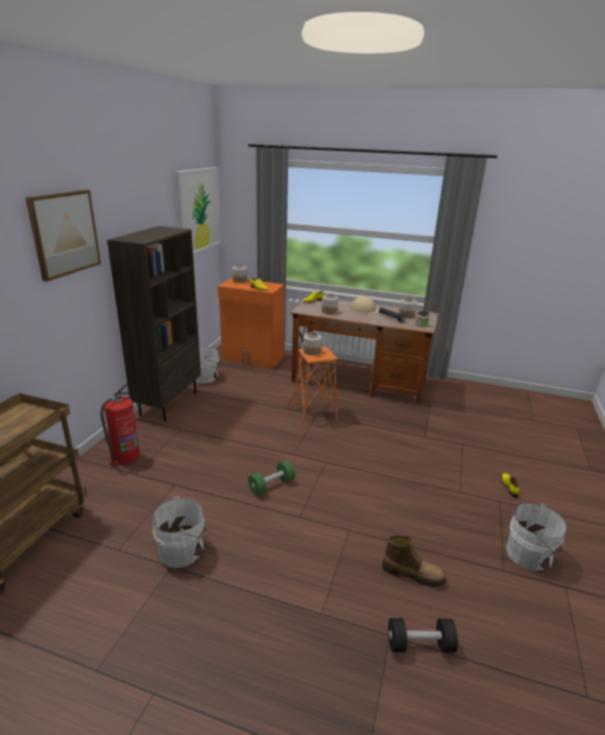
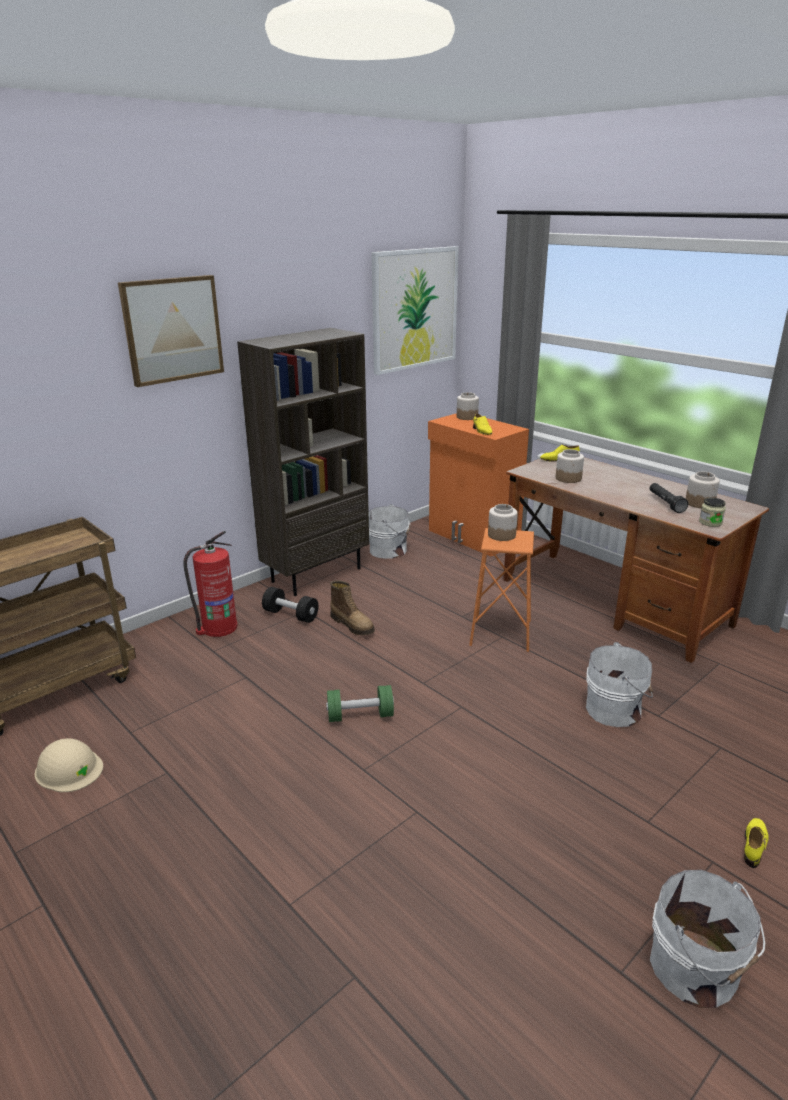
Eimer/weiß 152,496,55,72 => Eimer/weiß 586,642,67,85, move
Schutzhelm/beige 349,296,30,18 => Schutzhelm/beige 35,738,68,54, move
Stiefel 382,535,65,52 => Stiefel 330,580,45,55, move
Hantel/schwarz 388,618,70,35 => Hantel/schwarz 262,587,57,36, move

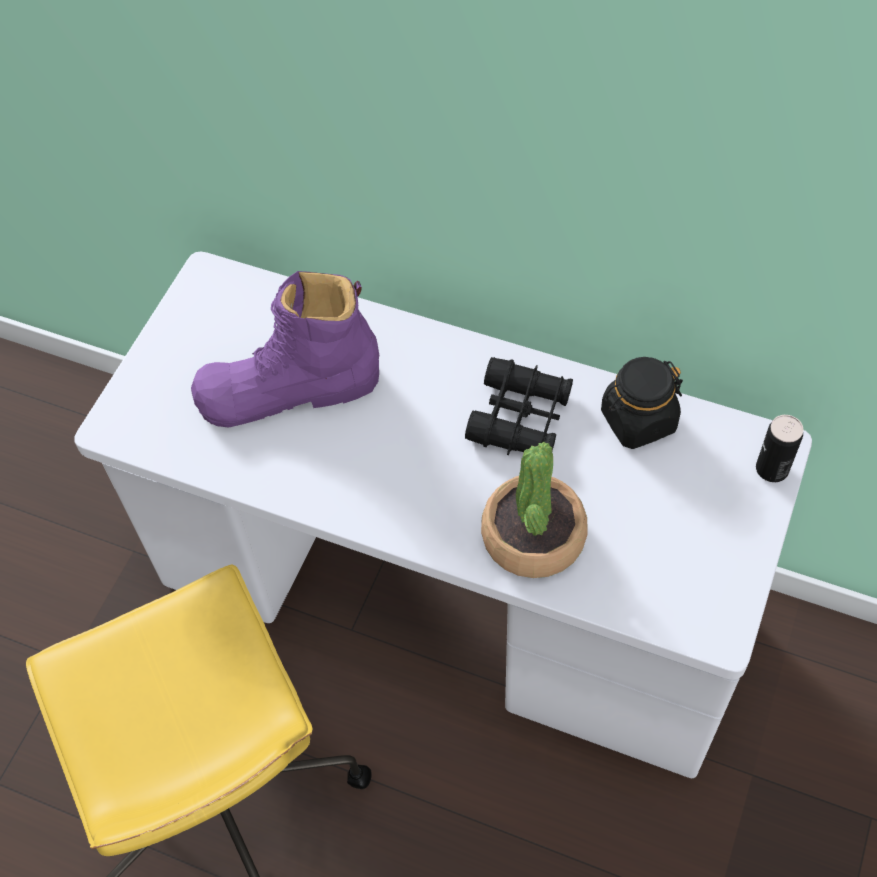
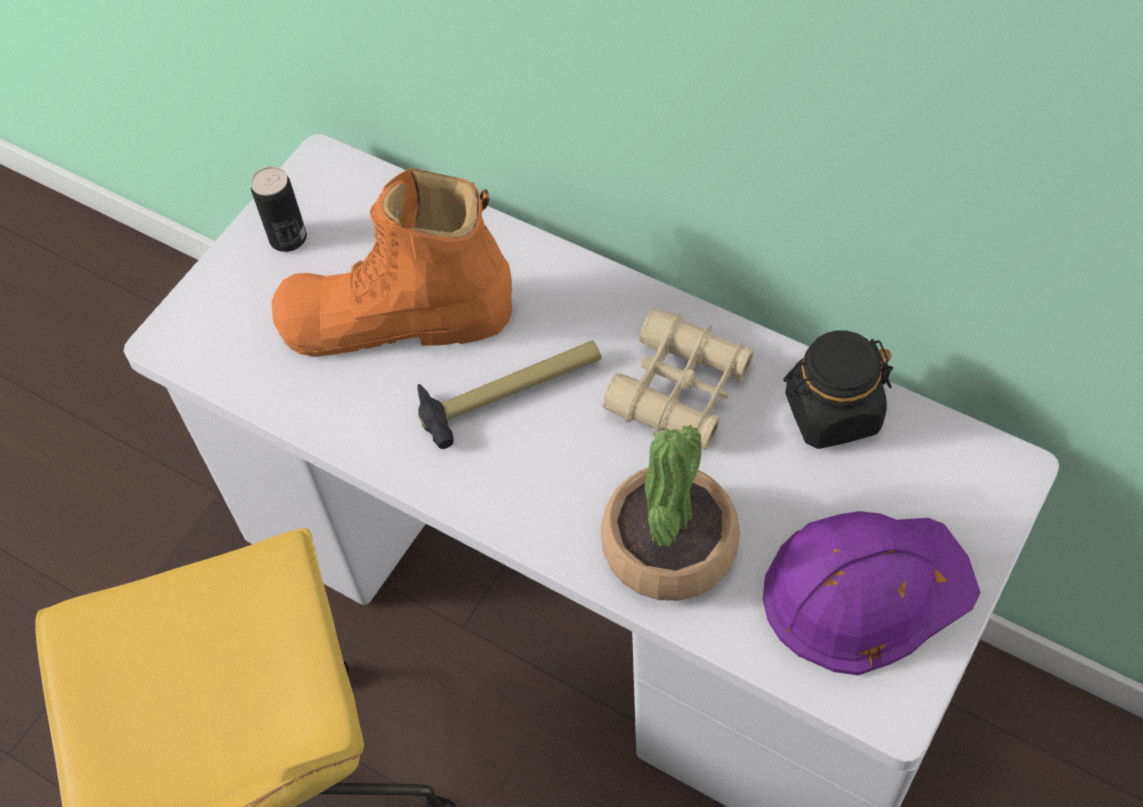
Stiefel/lila 191,271,188,156 => Stiefel/orange 272,168,240,189
Fernglas/schwarz 465,357,108,98 => Fernglas/beige 603,308,151,142
Dose 756,415,48,67 => Dose 250,166,57,86, move
nothing => Hammer 417,341,184,108
nothing => Schutzhelm/lila 763,511,218,164

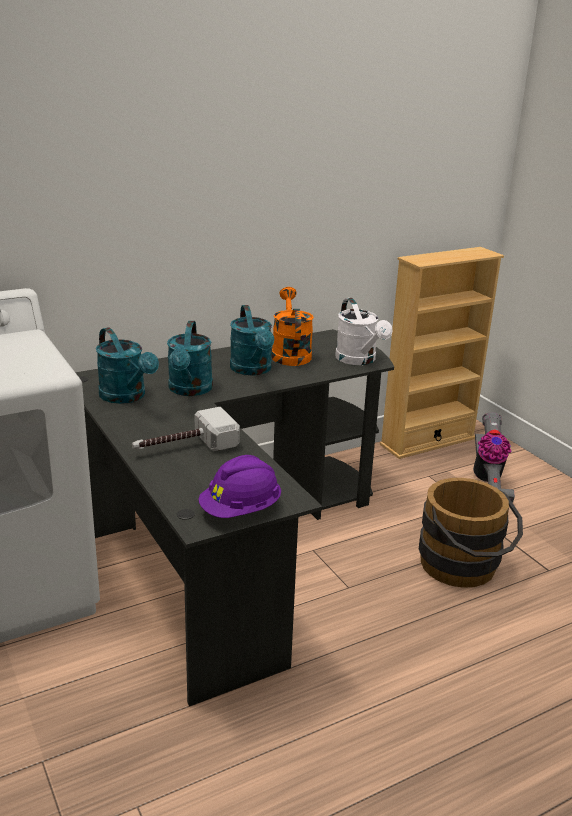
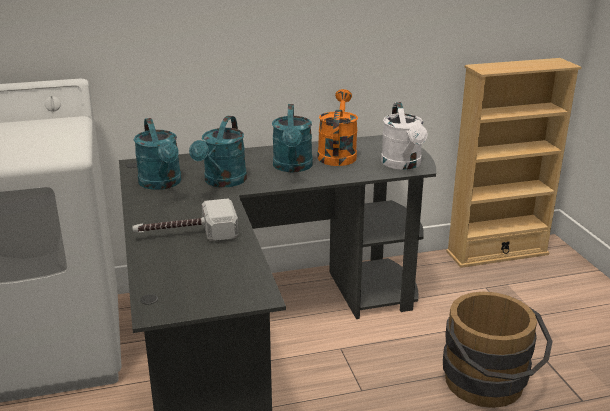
Schutzhelm/lila 198,455,83,63 => nothing
Staubsauger 473,412,42,91 => nothing

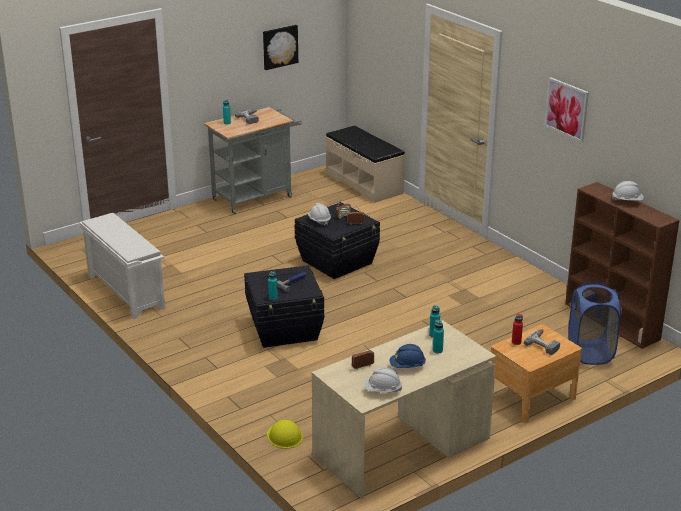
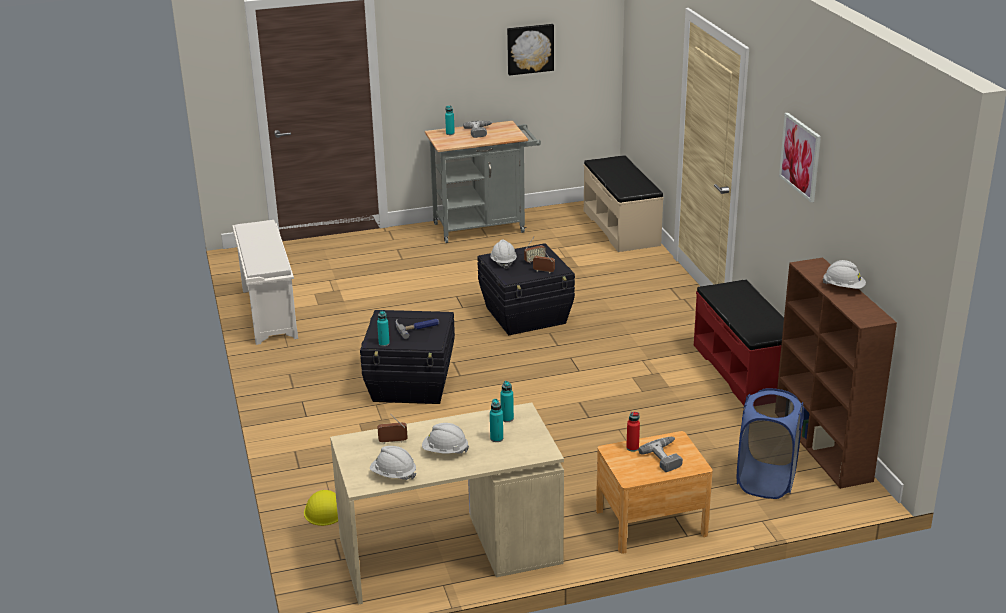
Schutzhelm/blau 390,344,36,24 => Schutzhelm/weiß 422,423,47,31
nothing => Bank/rot 694,280,90,127

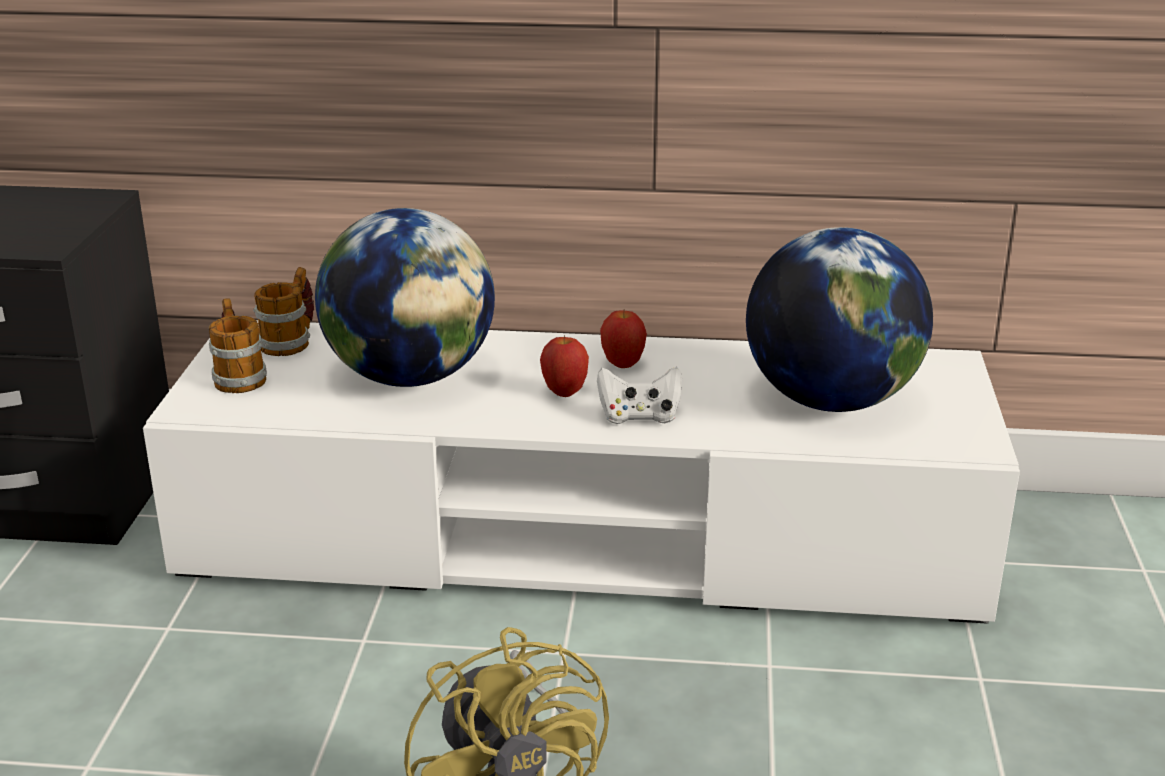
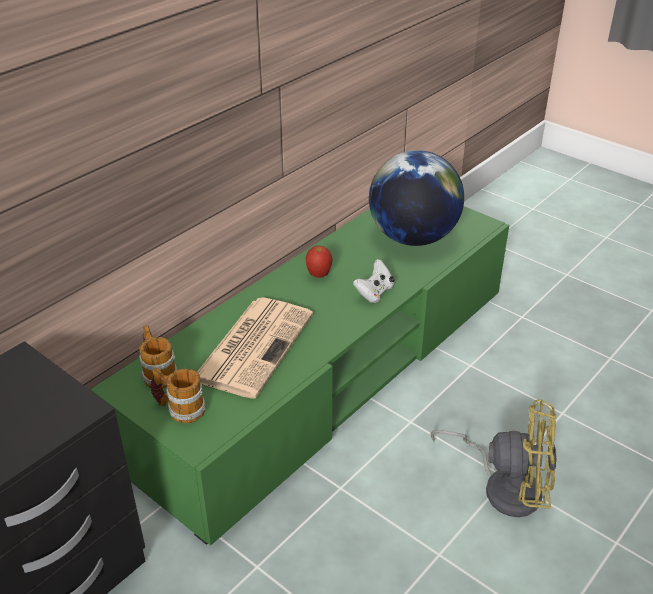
Fernsehschrank/weiß 143,320,877,304 => Fernsehschrank/grün 90,206,419,339
Globus 315,208,180,179 => Zeitung 197,297,116,102
Apfel 540,335,49,62 => nothing

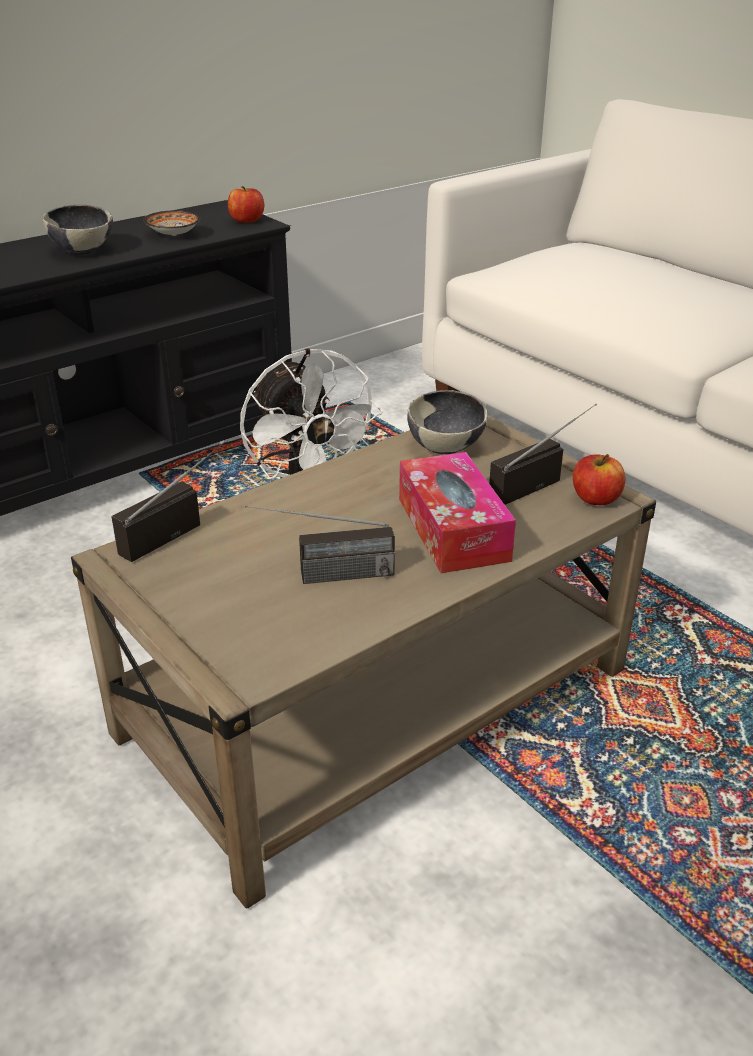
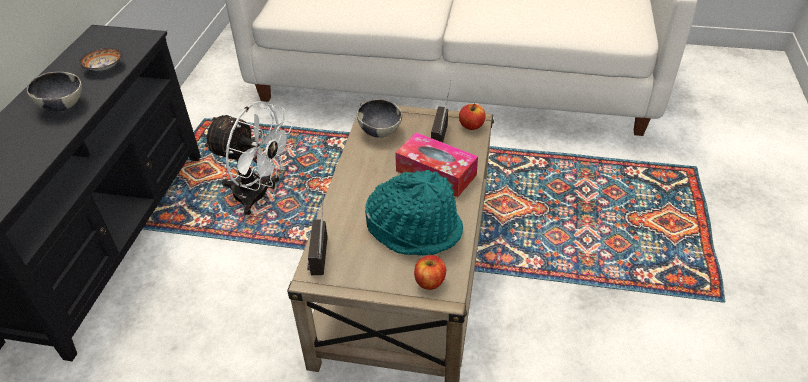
Apfel 228,186,36,37 => Apfel 414,255,32,35, move
Radio 245,505,150,79 => Hut/türkis 365,170,98,86

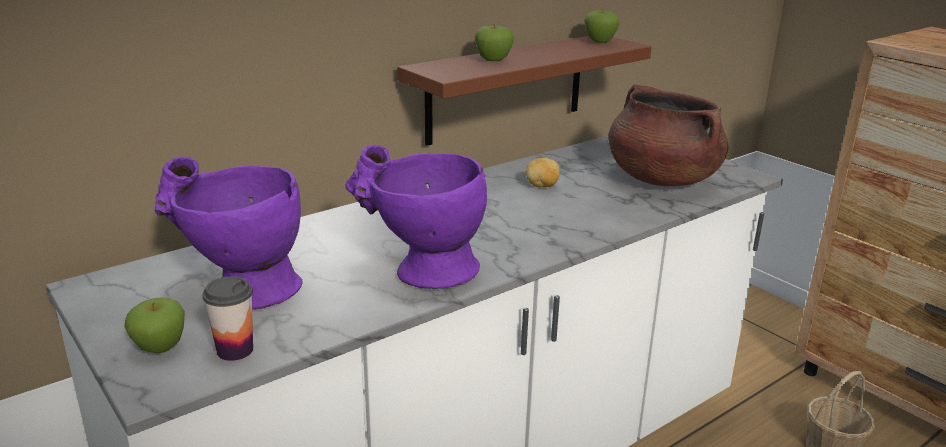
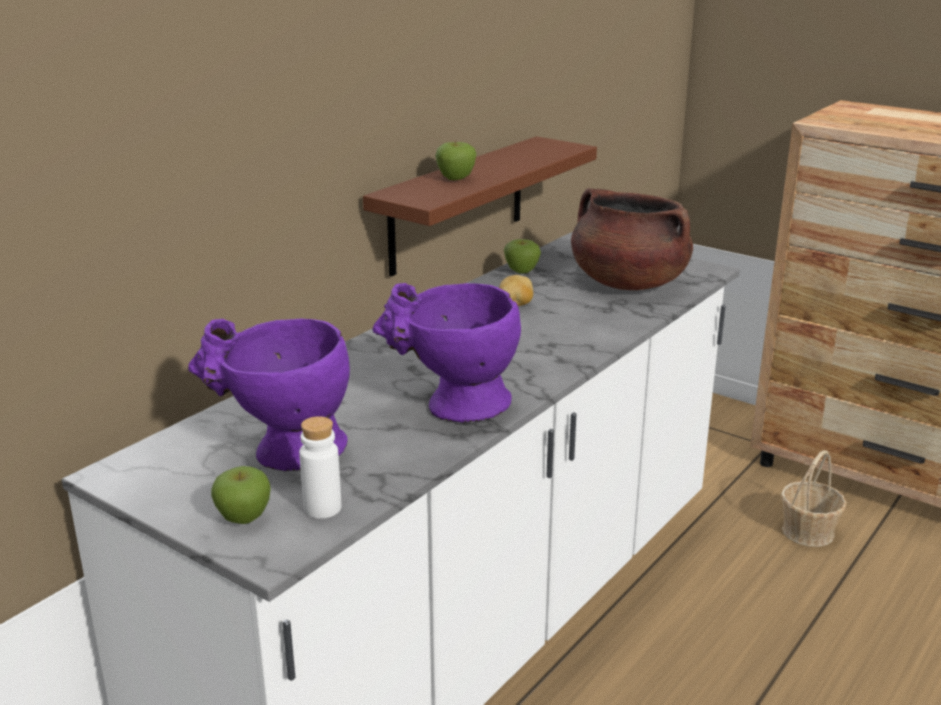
Tasse 202,276,51,85 => Flasche/weiß 299,416,42,103
Apfel 584,9,36,34 => Apfel 504,239,37,35, move

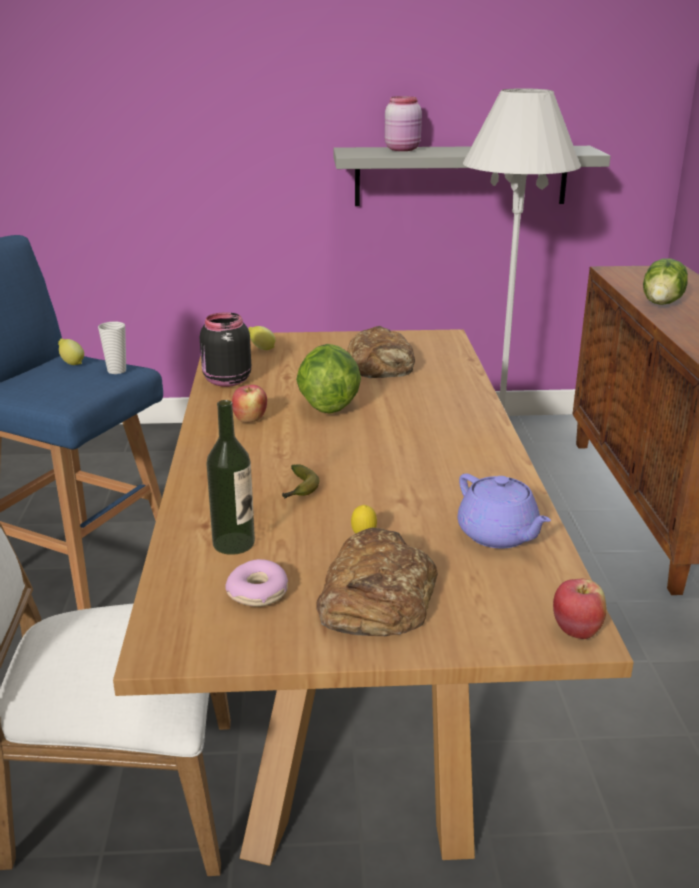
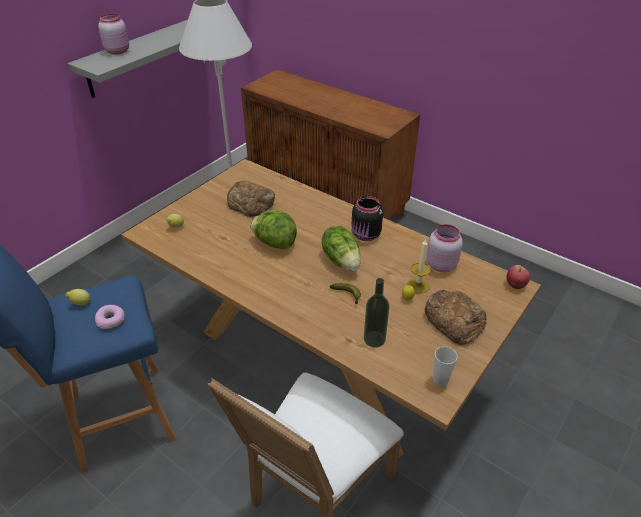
Tasse 98,322,28,52 => Tasse 433,346,25,41, move
Vorratsglas/schwarz 200,312,51,75 => Vorratsglas/schwarz 351,196,32,45, move
Donut 225,559,63,48 => Donut 95,305,30,24, move
Apfel 232,385,35,38 => nothing
Teekanne/lila 458,474,93,74 => Vorratsglas/rosa 427,224,36,48
Salatkopf 643,258,45,47 => Salatkopf 322,226,39,45, move
nothing => Kerze 407,238,24,55

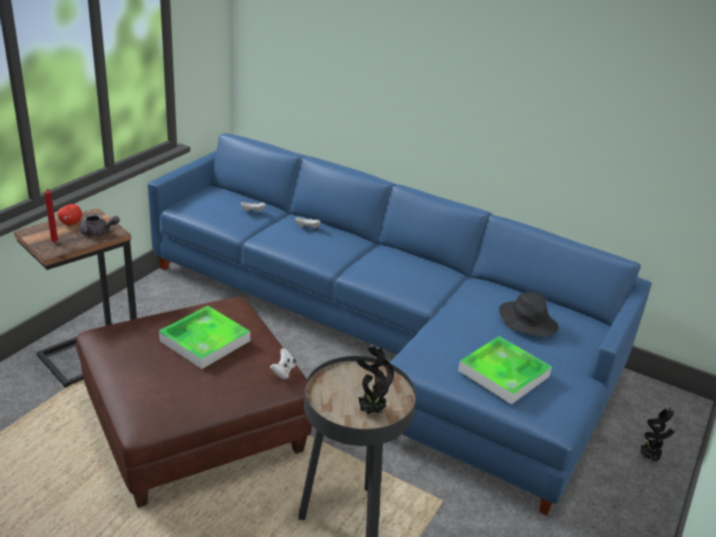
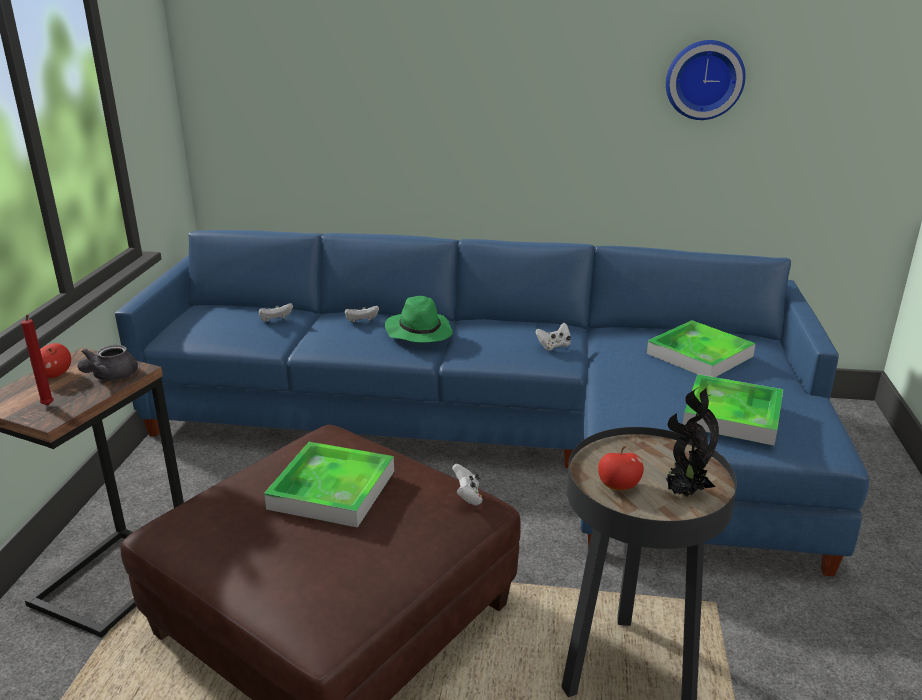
Teekanne/grau 80,213,40,23 => Teekanne/grau 78,345,60,36, 120 degrees clockwise
Hut/schwarz 499,292,59,44 => Tablett 647,320,109,57
Topfpflanze 640,407,35,55 => nothing
nothing => Hut/grün 385,296,68,46
nothing => Gamepad/weiß 535,323,36,27
nothing => Apfel 598,446,46,44
nothing => Wanduhr 666,40,80,80

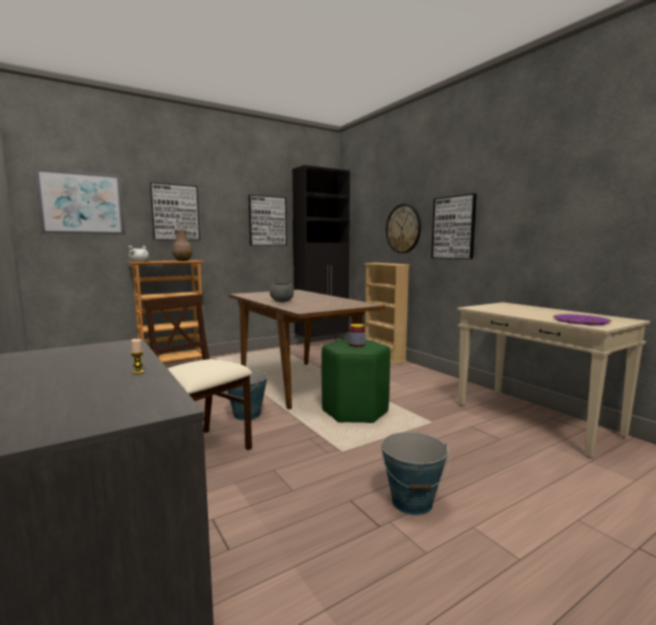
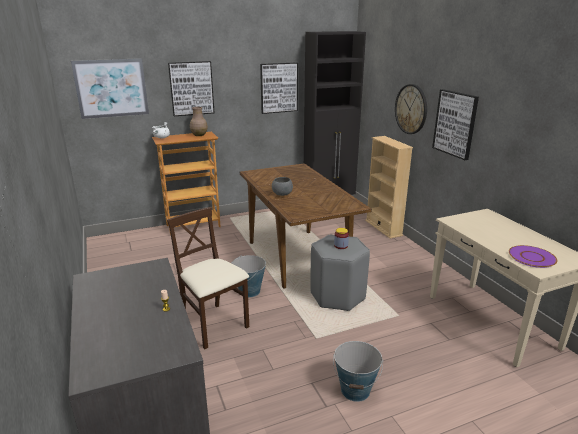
Hocker/grün 321,340,70,83 => Hocker/grau 310,235,60,76

